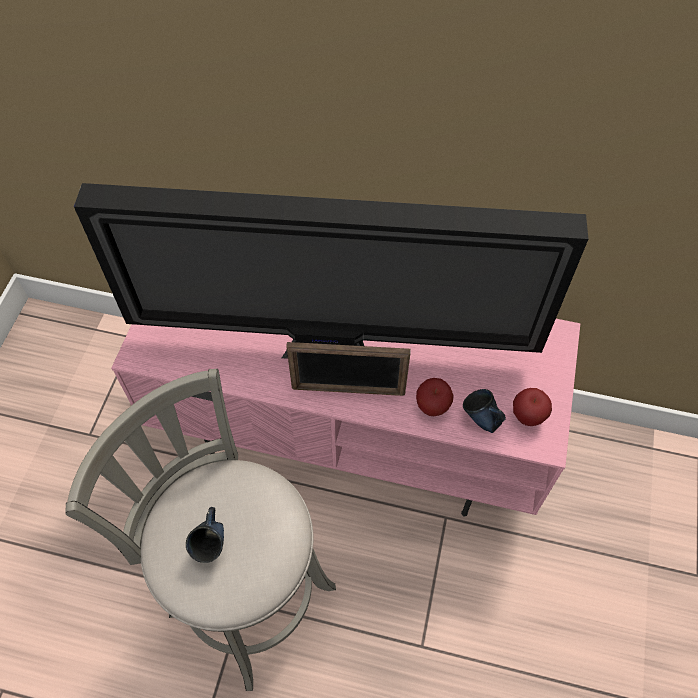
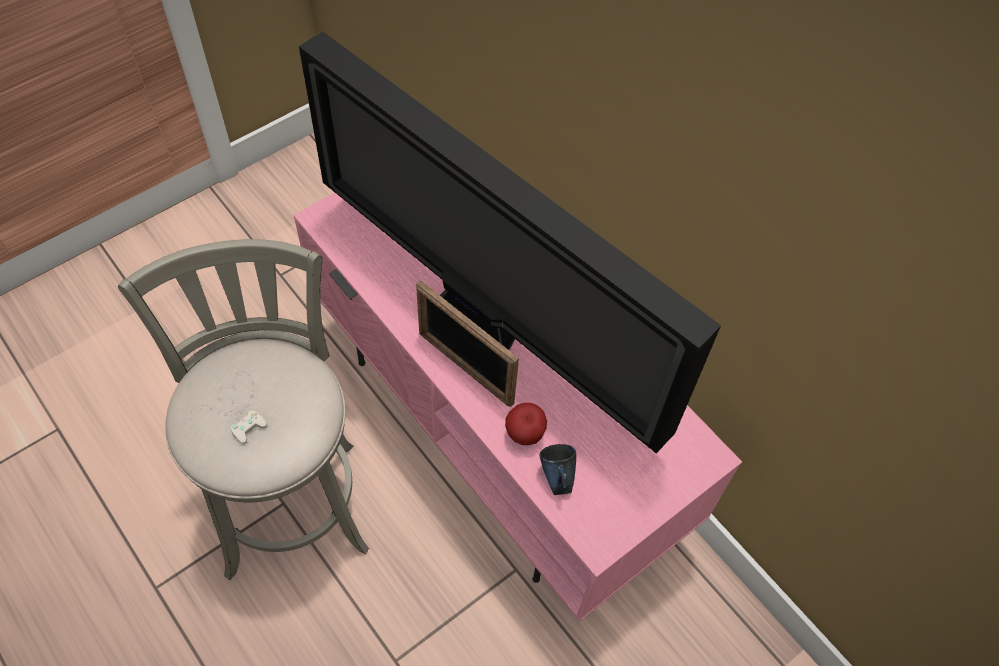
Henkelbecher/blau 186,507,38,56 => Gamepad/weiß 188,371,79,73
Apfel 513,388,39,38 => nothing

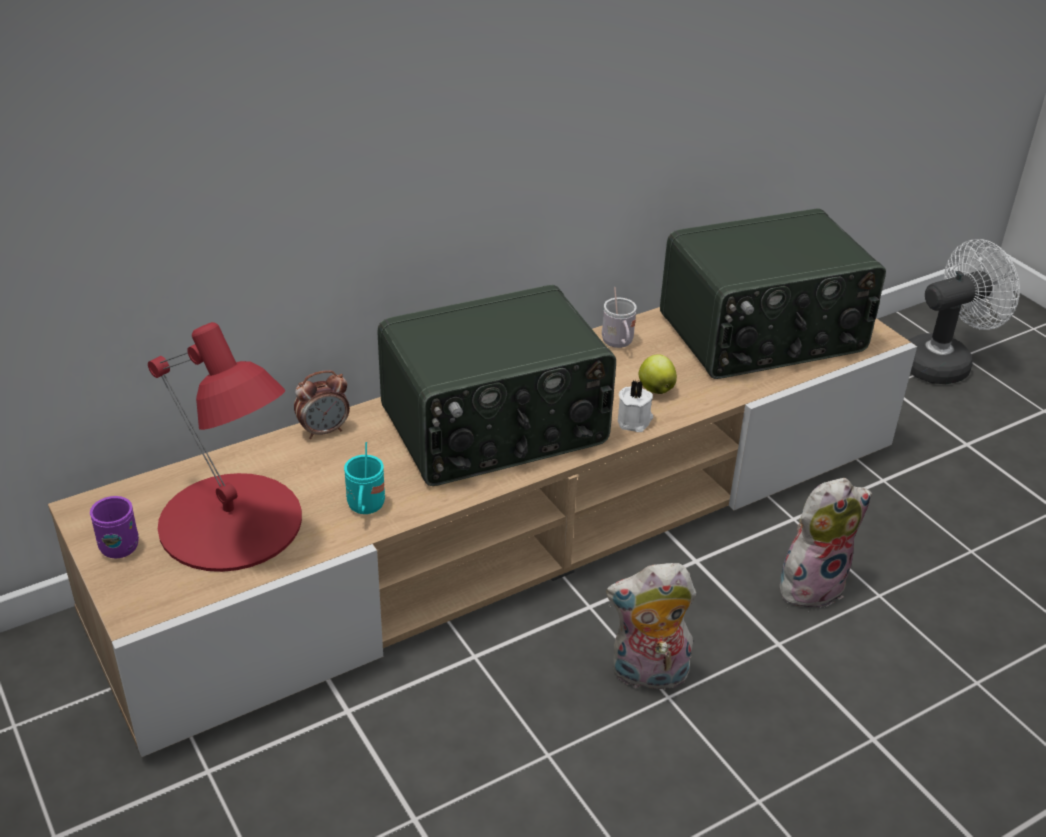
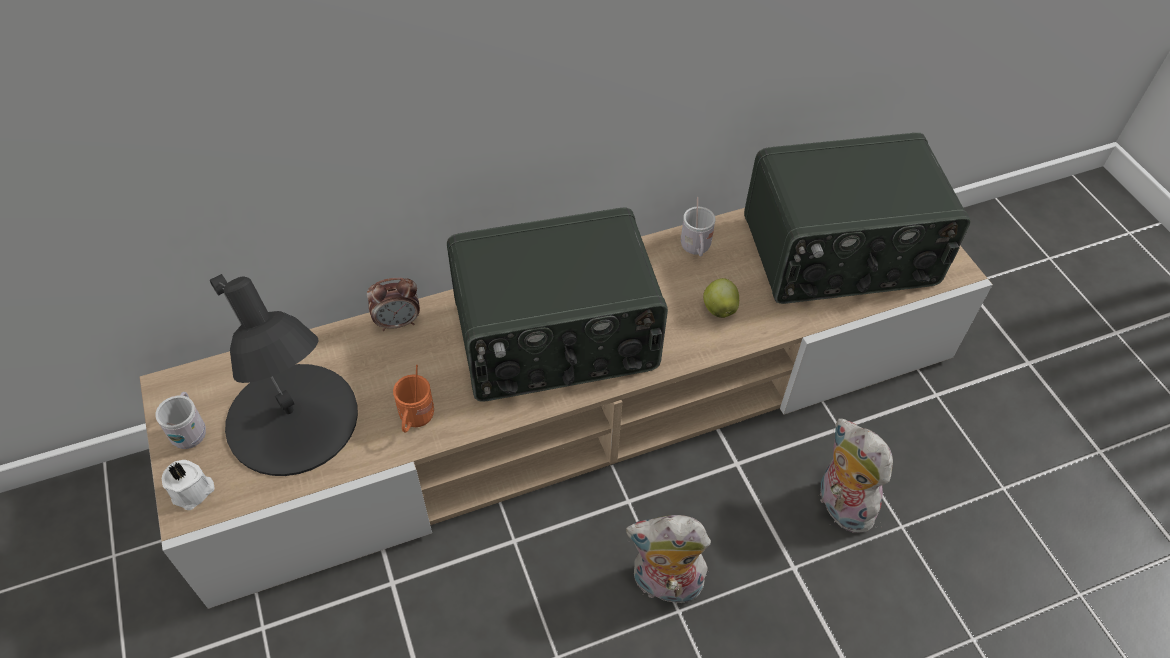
Henkelbecher/lila 90,496,49,63 => Henkelbecher/weiß 155,392,51,57
Tischlampe/rot 148,322,154,250 => Tischlampe/schwarz 210,274,148,202
Henkelbecher/türkis 344,442,41,72 => Henkelbecher/orange 393,365,41,68
Kerze/weiß 618,381,35,51 => Kerze/weiß 162,460,52,50, move
Plüschtier 780,478,92,130 => Plüschtier 820,418,73,115, 105 degrees counterclockwise
Ventilator/weiß 909,239,111,145 => nothing

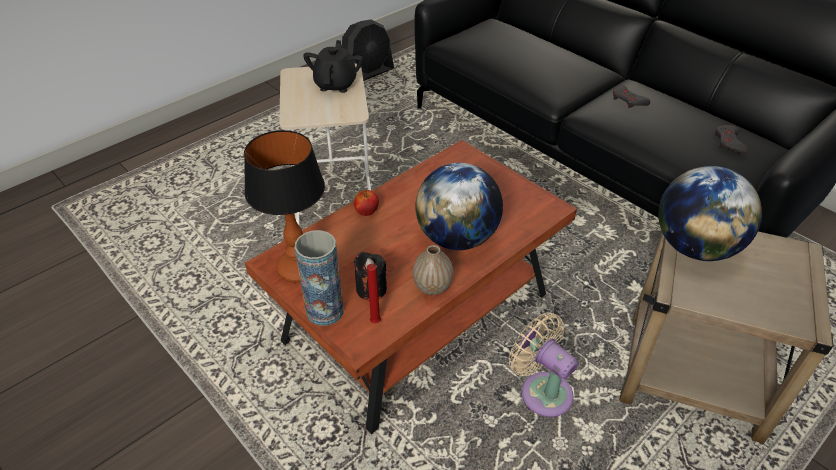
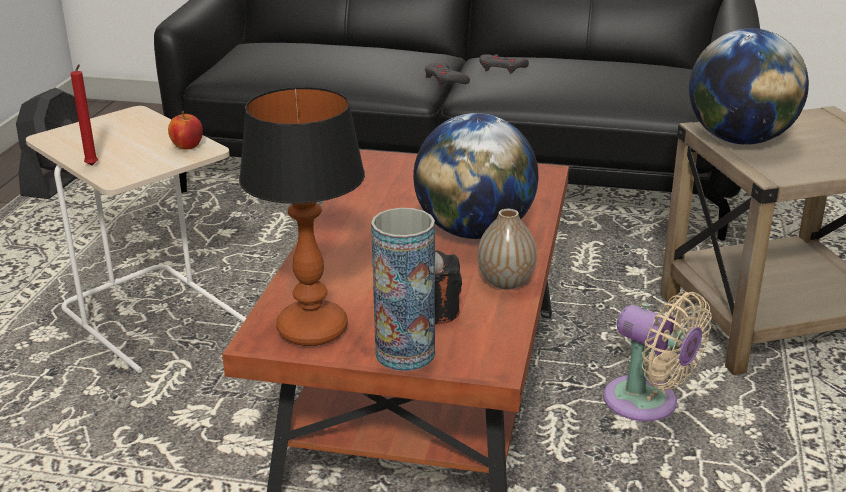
Teekanne/schwarz 303,40,60,53 => nothing
Apfel 354,190,25,26 => Apfel 168,111,35,39, move
Kerze/rot 367,264,14,59 => Kerze/rot 71,64,27,102, move
Ventilator/beige 509,313,69,104 => Ventilator/beige 603,292,109,129, 150 degrees counterclockwise
Gamepad/grau 715,125,33,29 => Gamepad/grau 425,62,45,23, move

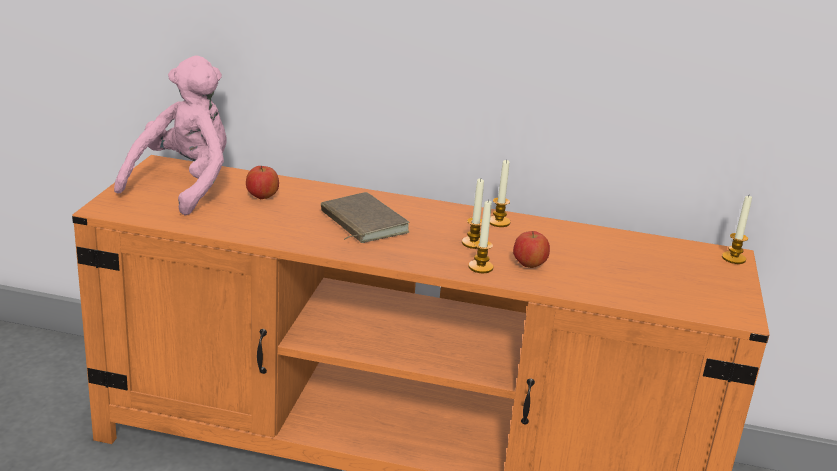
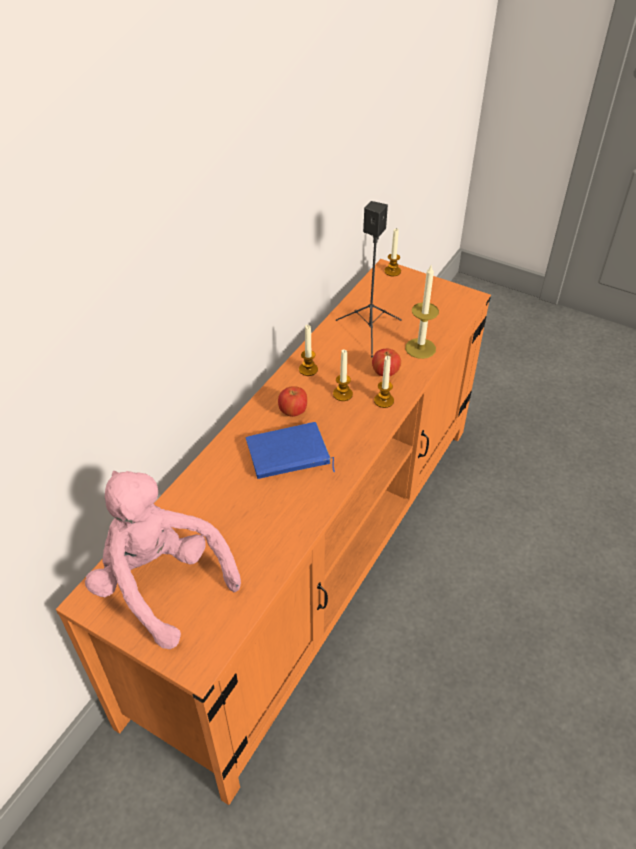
Apfel 246,166,33,33 => Apfel 278,386,29,31, move
Buch/braun 321,192,89,51 => Buch/blau 246,422,89,57
nothing => Lautsprecher/schwarz 336,201,66,156
nothing => Kerze 405,266,34,93

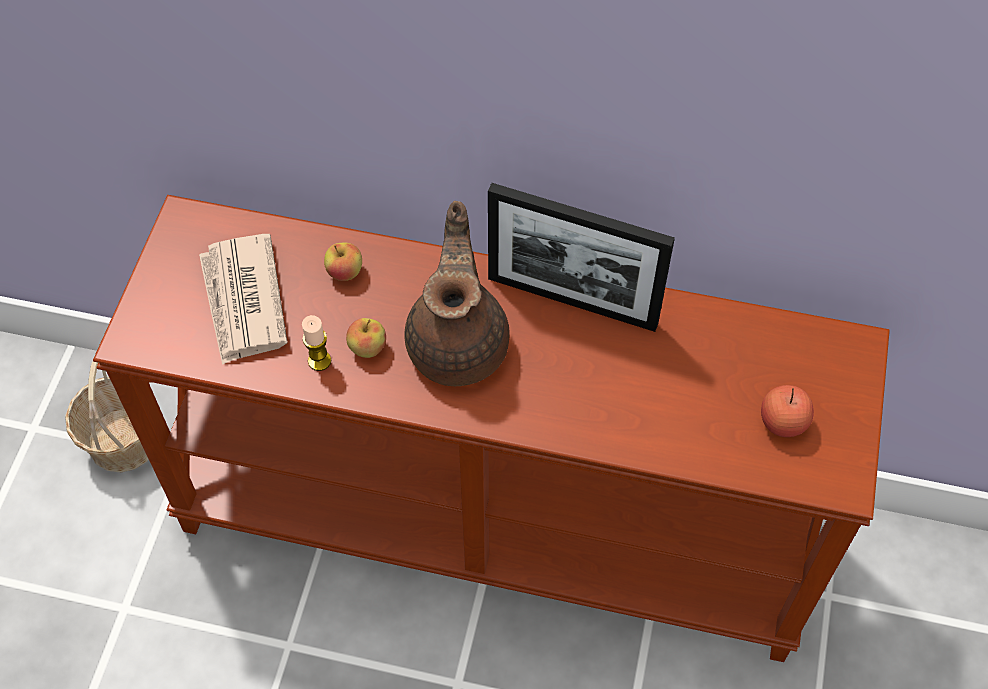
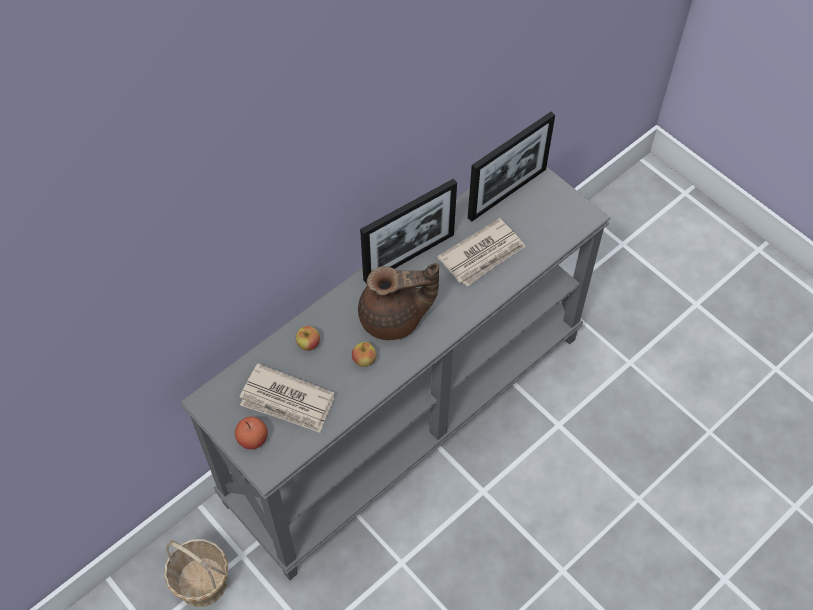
Konsolentisch/braun 93,195,797,467 => Konsolentisch/grau 180,167,431,413
Kerze 302,315,29,56 => nothing
Teekanne/braun 404,201,105,185 => Teekanne/braun 358,263,81,77, 135 degrees clockwise
Apfel 761,385,53,52 => Apfel 235,417,33,32, move
nothing => Zeitung 437,218,89,68
nothing => Bilderrahmen 468,112,87,110

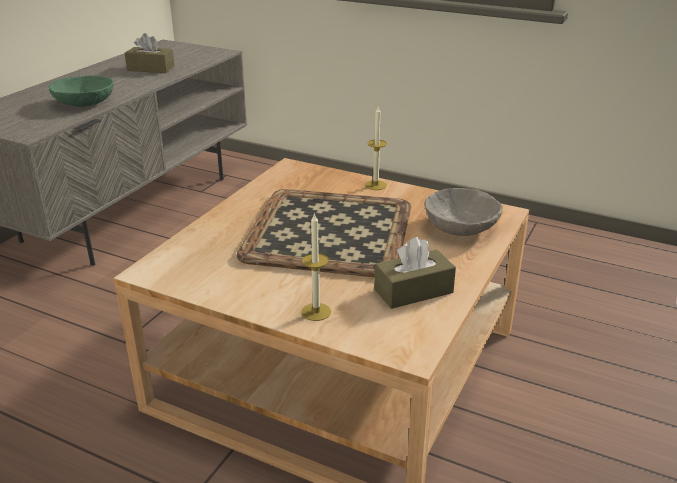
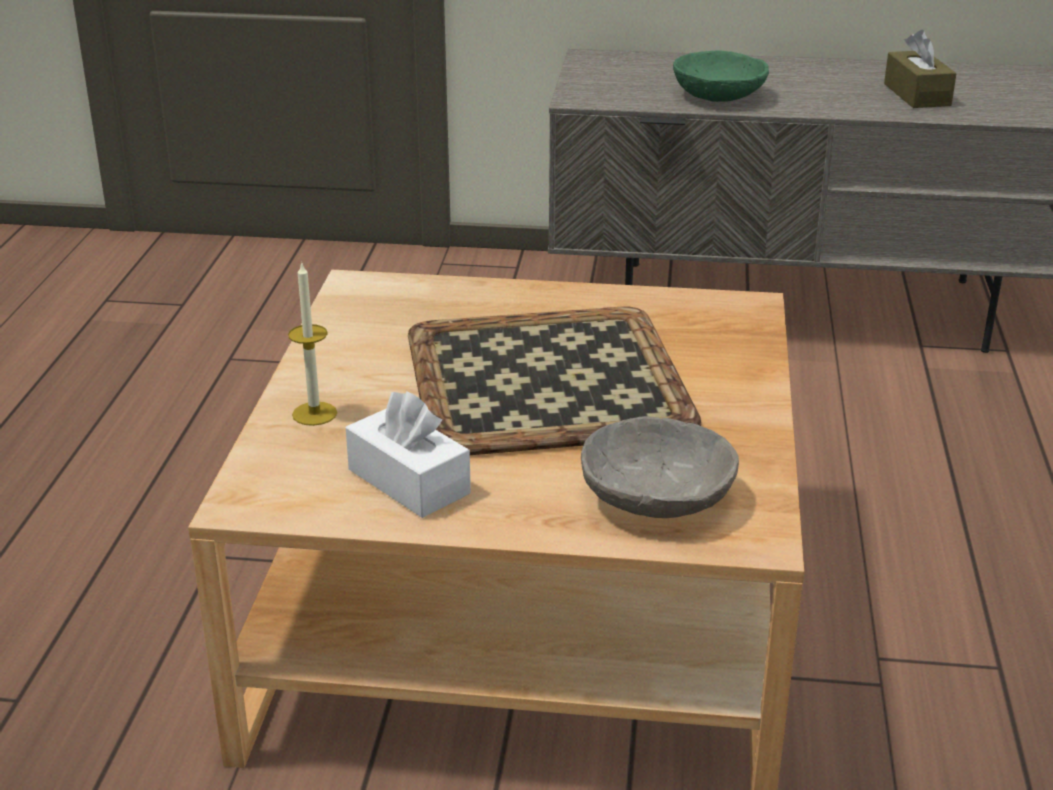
Kerze 365,107,22,83 => nothing
Taschentuchbox/braun 374,237,82,72 => Taschentuchbox/weiß 346,391,125,127

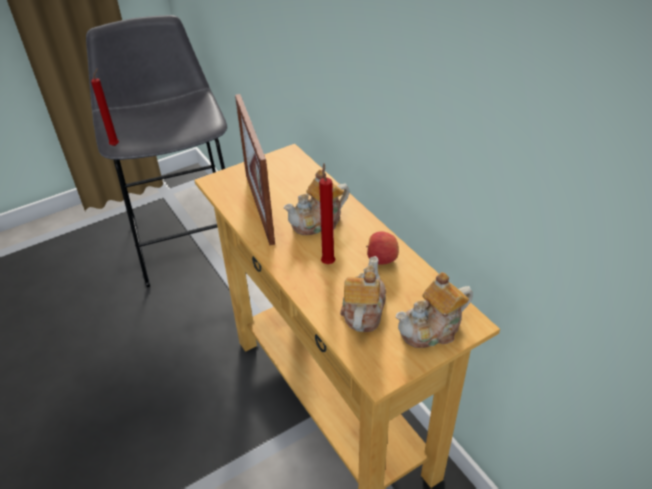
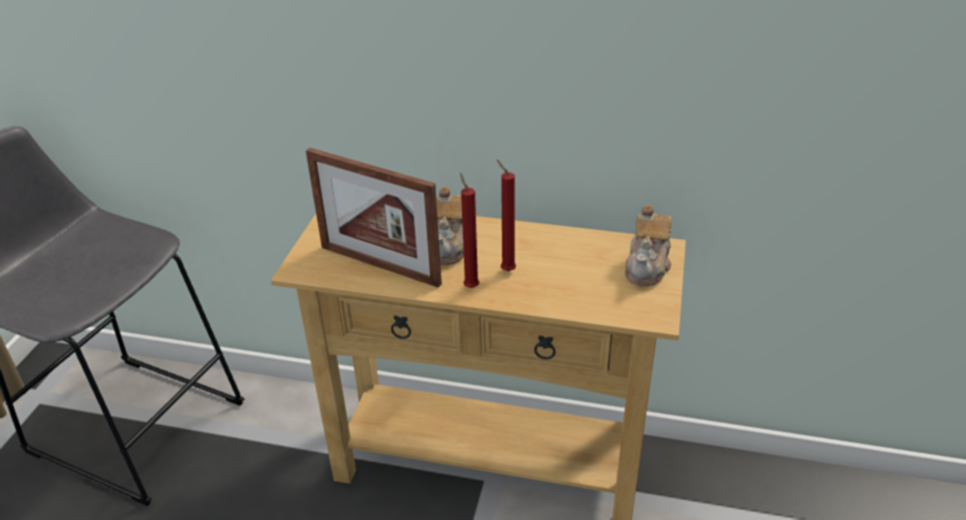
Kerze/rot 91,68,28,78 => Kerze/rot 460,173,19,115, move
Teekanne 340,256,46,76 => nothing
Apfel 366,231,33,34 => nothing

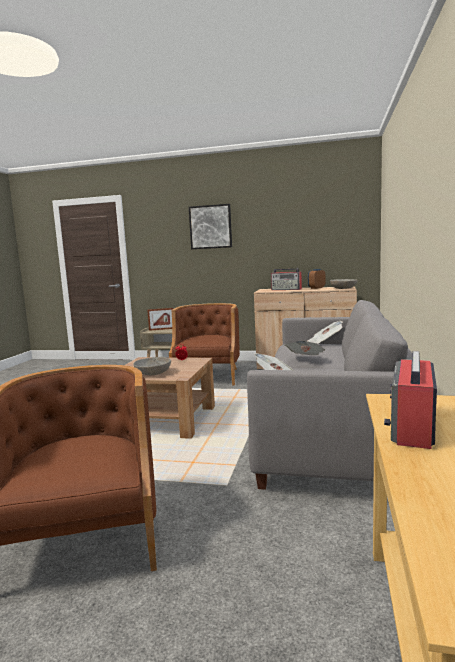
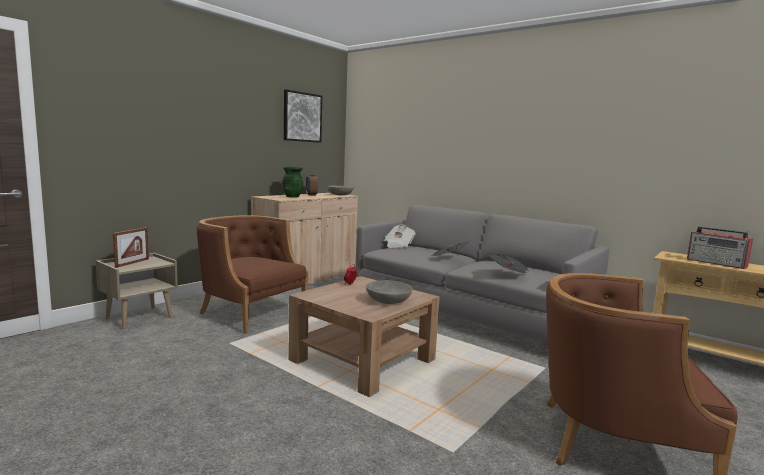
Bild 189,204,43,45 => Bild 284,89,38,54, move
Radio 271,267,31,23 => Vase/grün 282,167,21,31

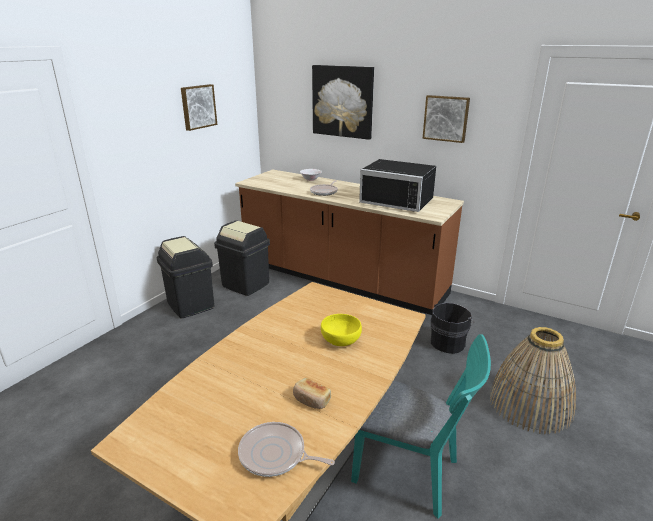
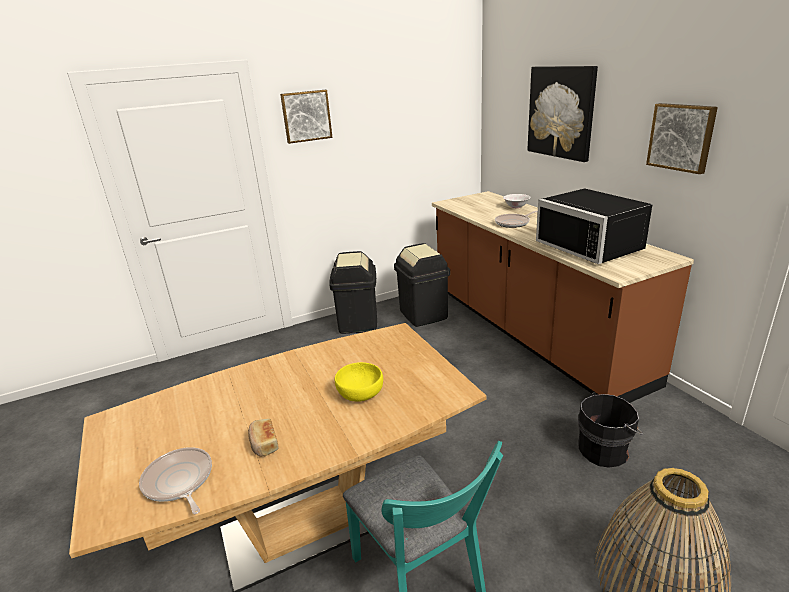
Bild 181,84,36,47 => Bild 280,90,53,54, move

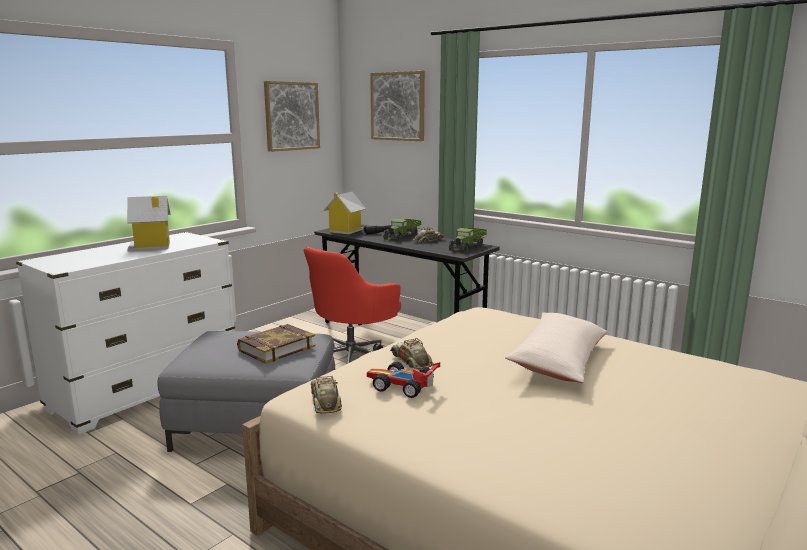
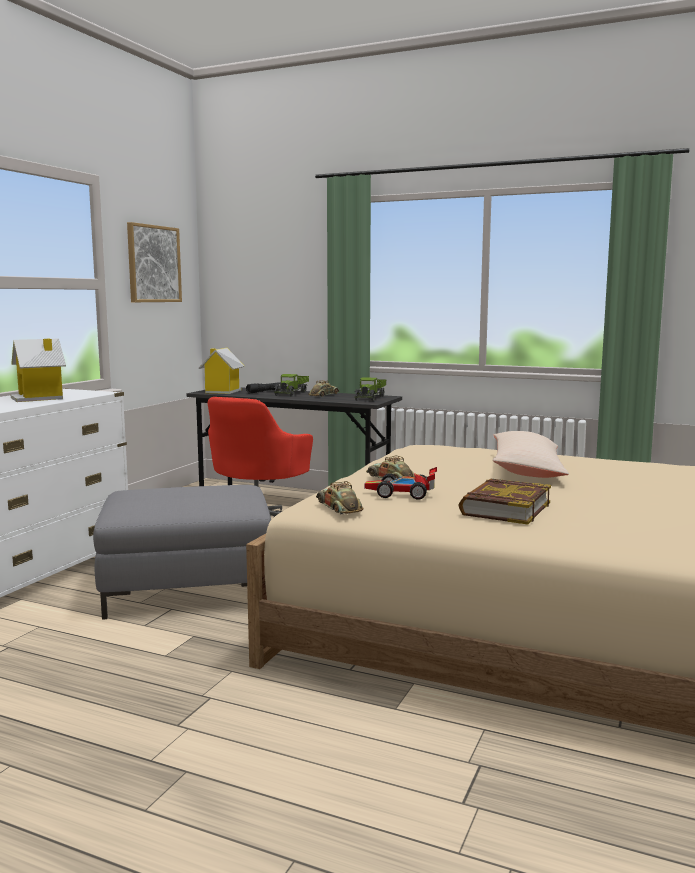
Buch 237,324,79,40 => Buch 458,478,93,47, move
Bild 370,71,55,70 => nothing

